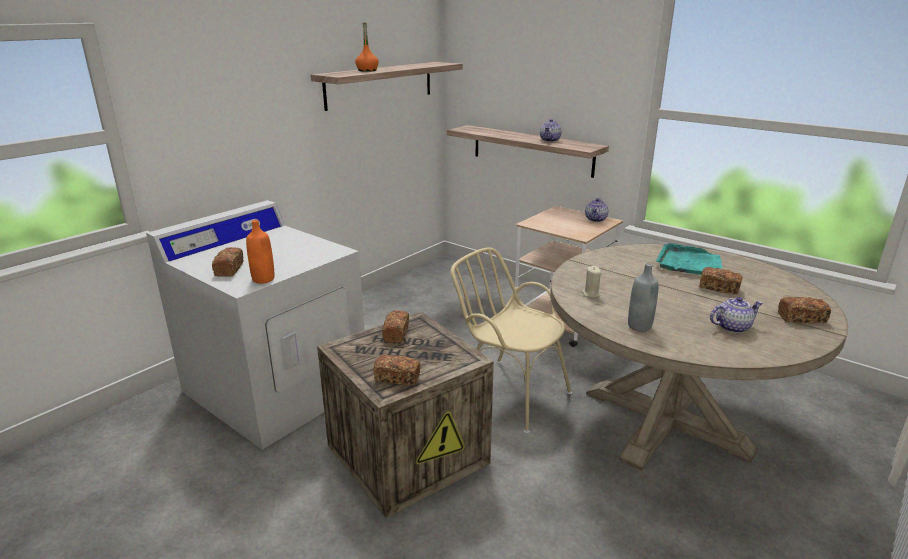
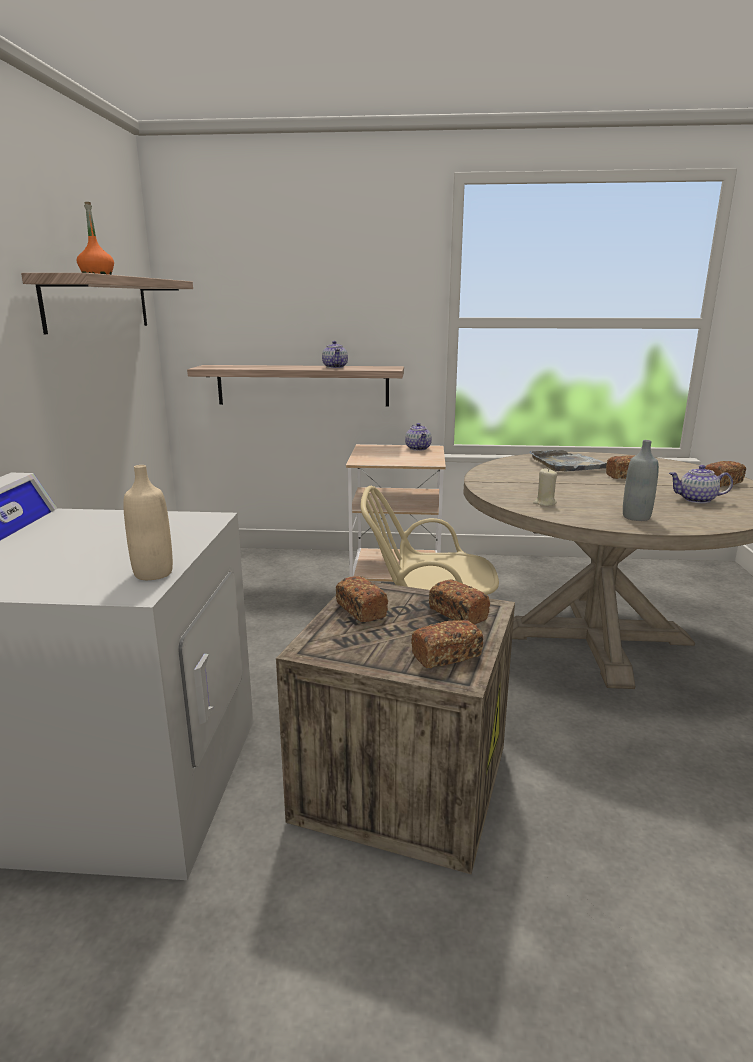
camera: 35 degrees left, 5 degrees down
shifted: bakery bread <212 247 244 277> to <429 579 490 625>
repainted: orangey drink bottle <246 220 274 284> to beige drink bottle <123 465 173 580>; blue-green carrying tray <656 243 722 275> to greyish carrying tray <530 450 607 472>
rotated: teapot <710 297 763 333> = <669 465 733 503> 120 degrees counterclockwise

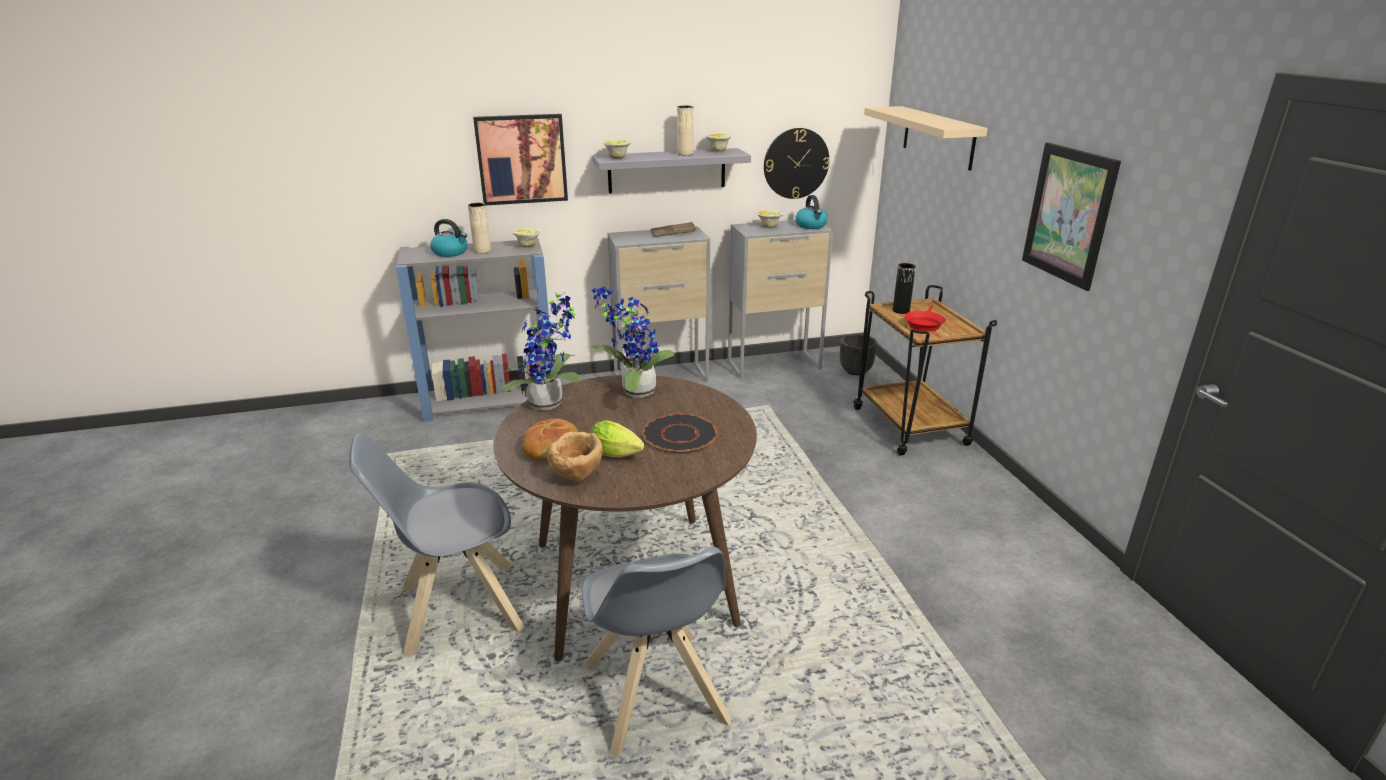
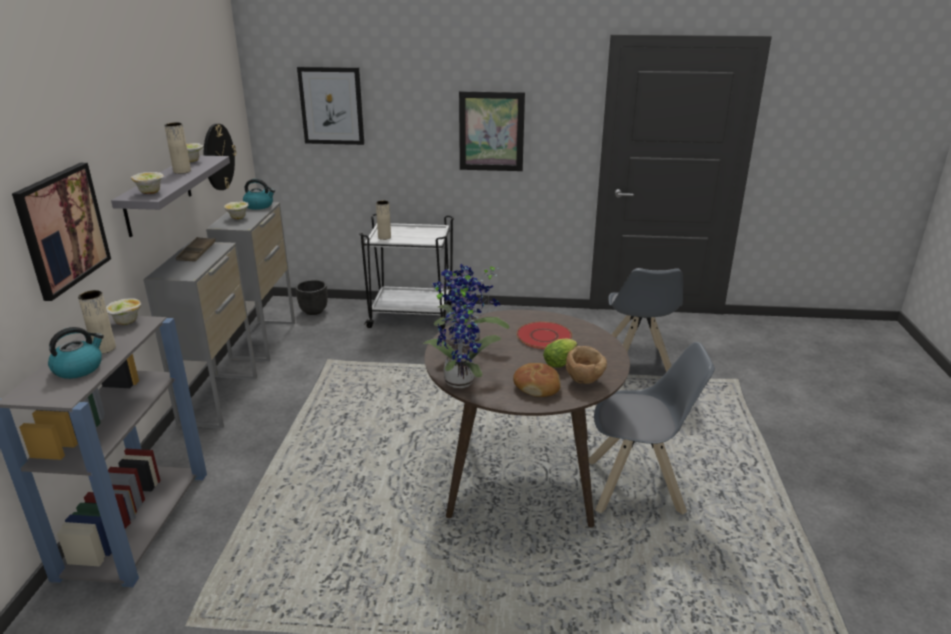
camera: 70 degrees left, 0 degrees up
gone: red skillet <905 306 946 332>
shifted: greyish upright chair <349 433 525 657> to <608 268 683 372>
swapped: beige bracket shelf <864 106 988 171> to picture <297 67 364 145>
repainted: brown wheeled cart <853 285 997 455> to white-coloured wheeled cart <359 213 454 330>; blackish decorative vase <893 263 916 314> to beige decorative vase <376 200 391 240>; blackish flat dish <643 414 718 453> to red flat dish <517 321 572 349>

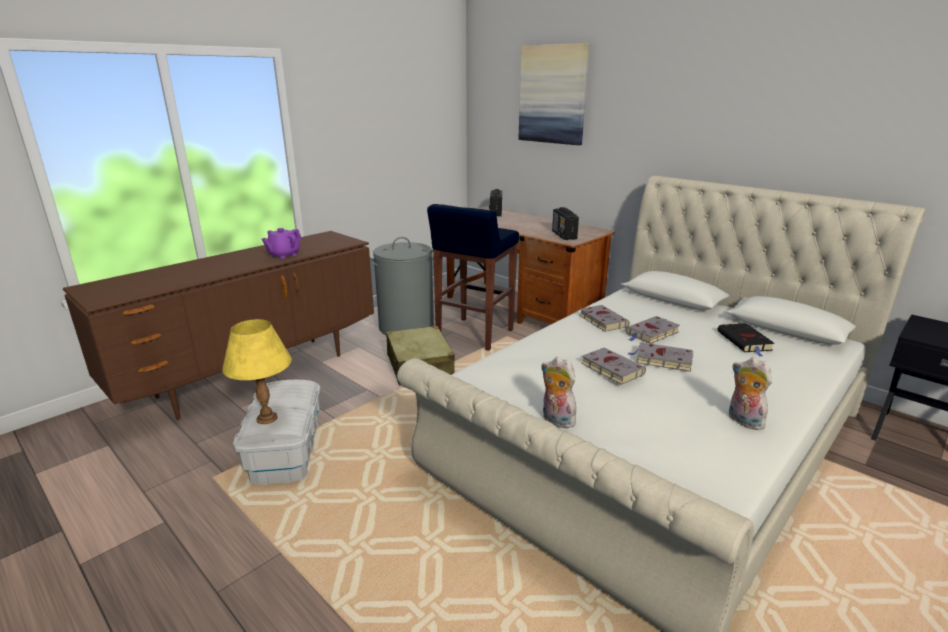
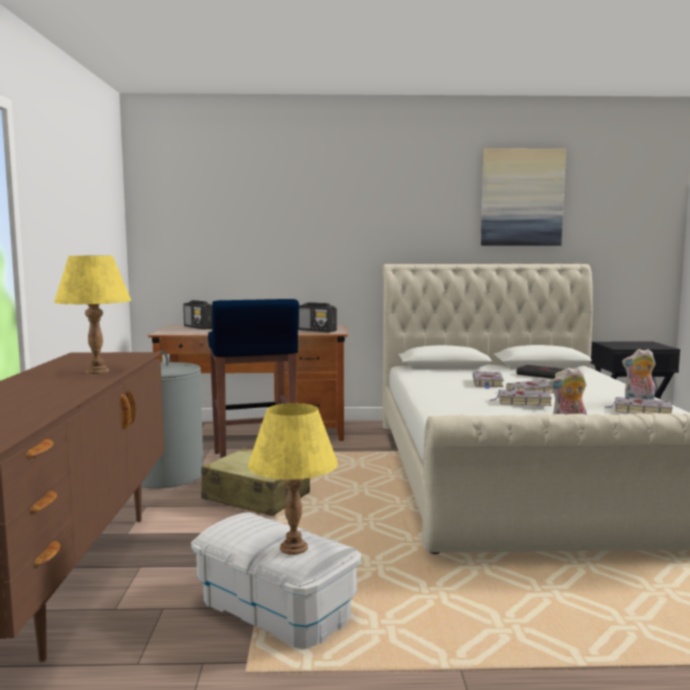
camera: 45 degrees left, 15 degrees down
shifted: picture <518 43 589 145> to <481 148 566 246>; greyish book <579 305 630 332> to <604 397 673 414>
swapped: purplish teapot <262 228 302 259> to yellow-coloured tabletop lamp <54 255 131 374>

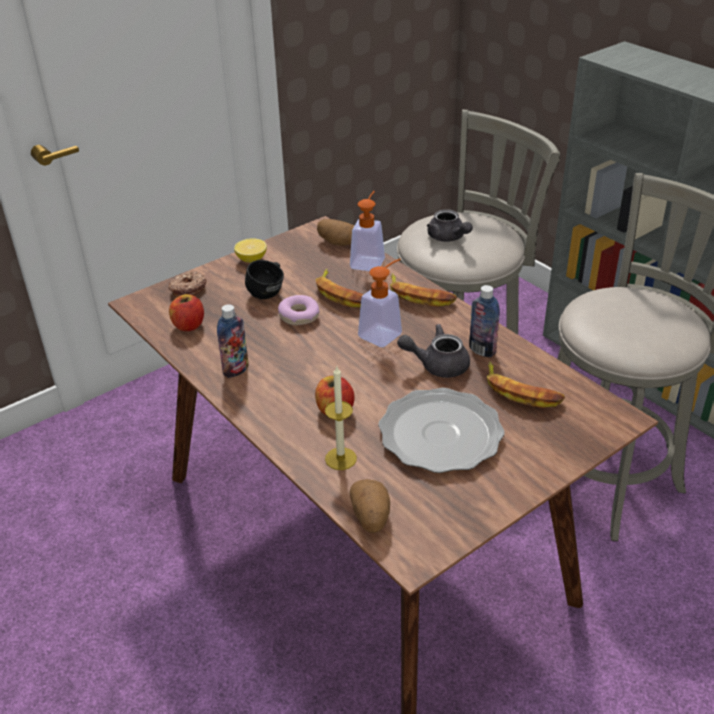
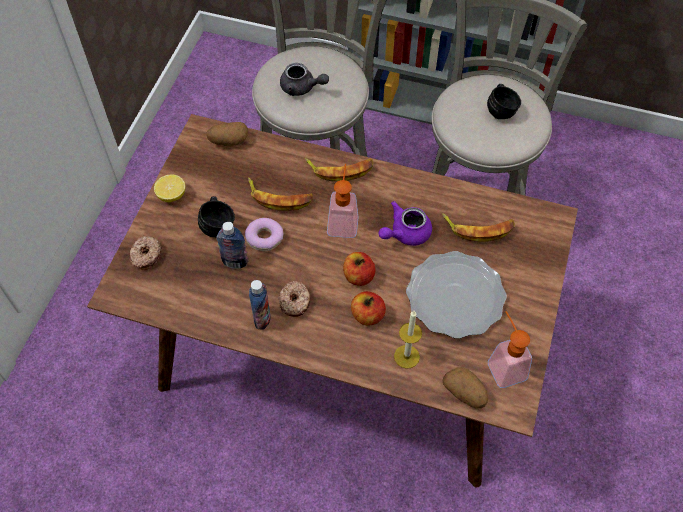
camera: 35 degrees left, 20 degrees up
new: ring doughnut <278 281 310 317>; blackish tea mug <487 84 521 119>
shifted: drink bottle <469 285 500 357> to <216 222 249 269>; whole apple <169 294 204 331> to <343 252 376 286>; soap bottle <350 191 385 271> to <488 311 532 388>
repainted: greyish teapot <397 324 470 378> to purplish teapot <379 201 432 246>

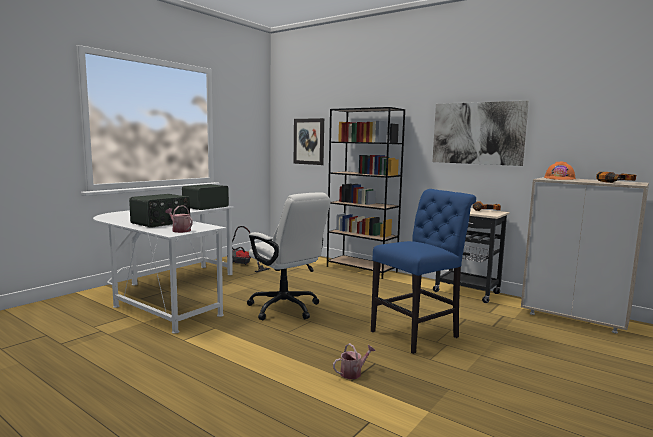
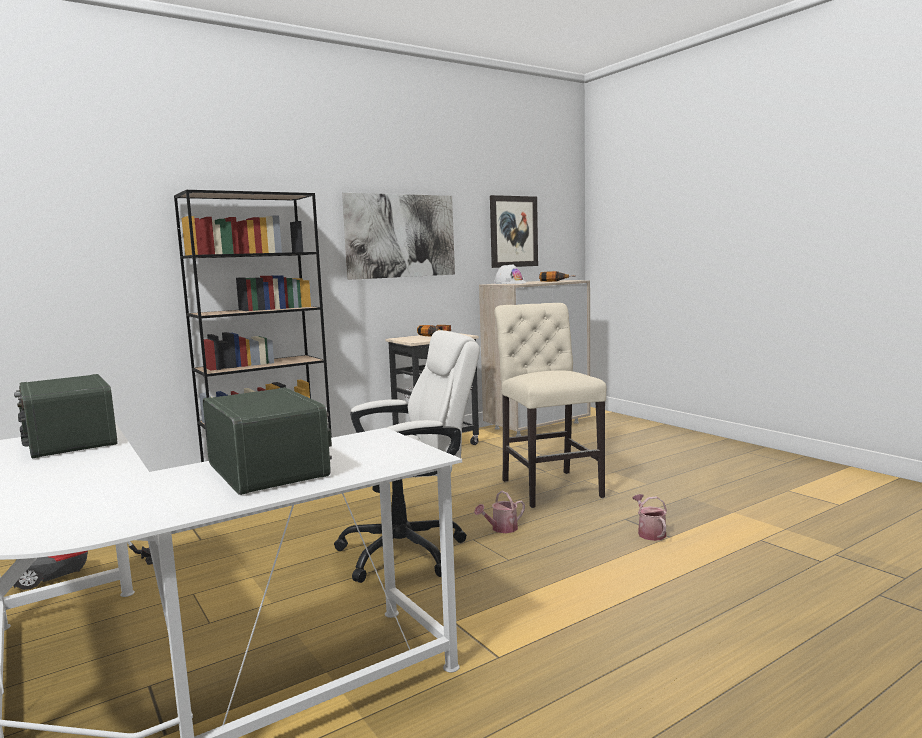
camera: 70 degrees left, 0 degrees up
shifted: sprinkling can <165 205 193 233> to <474 491 525 533>; picture <294 118 324 165> to <490 195 538 268>
repainted: orangey safety helmet <544 162 576 180> to white-coloured safety helmet <494 265 526 284>; bluish stool <371 189 476 354> to beige stool <494 303 606 508>

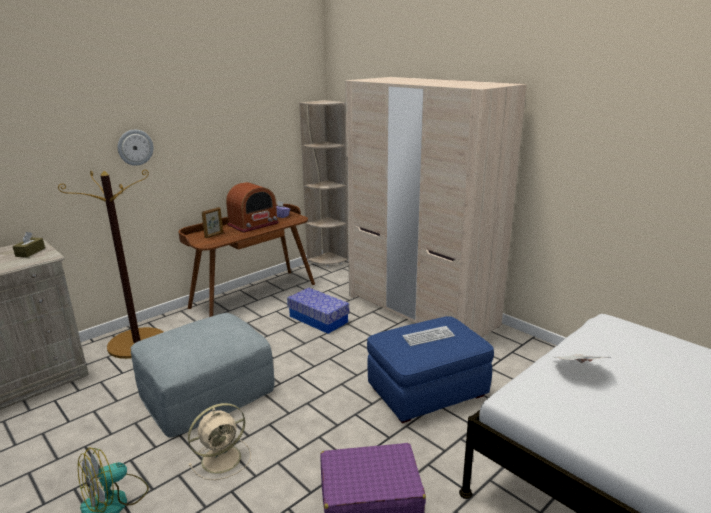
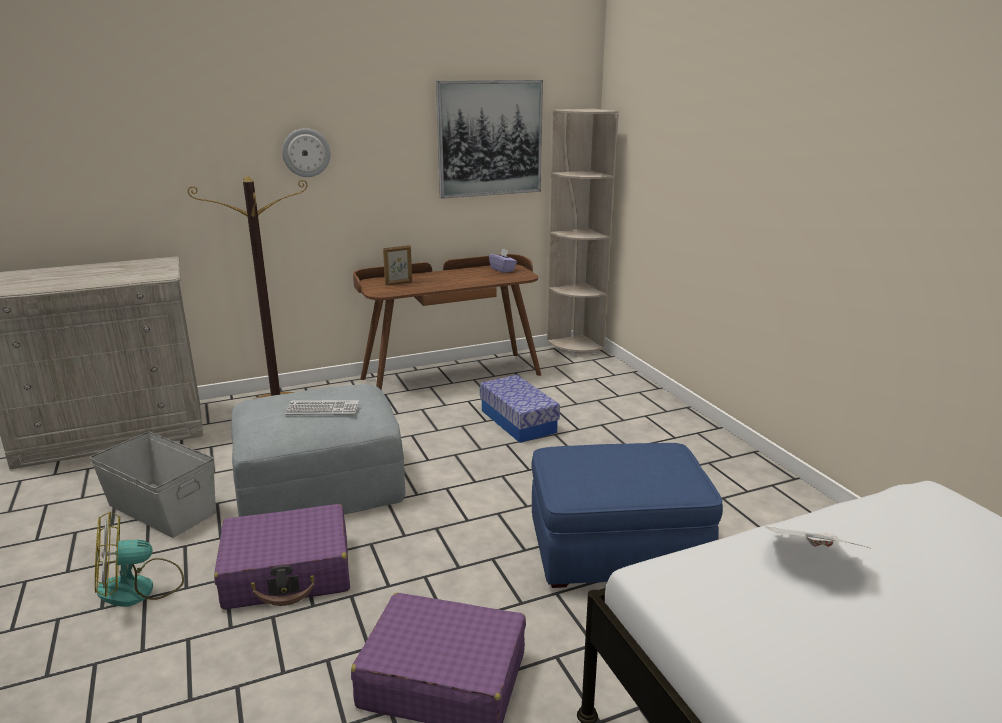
camera: 20 degrees right, 0 degrees up
gone: brown tissue box <13 232 45 257>; radio <226 182 279 233>; beige wardrobe <345 77 527 337>
new: greyish storage box <90 432 216 538>; picture <436 80 543 199>
shifted: computer keyboard <402 326 455 346> to <285 400 359 415>
swapped: beige fan <188 403 251 480> to purplish piece of luggage <214 504 350 610>

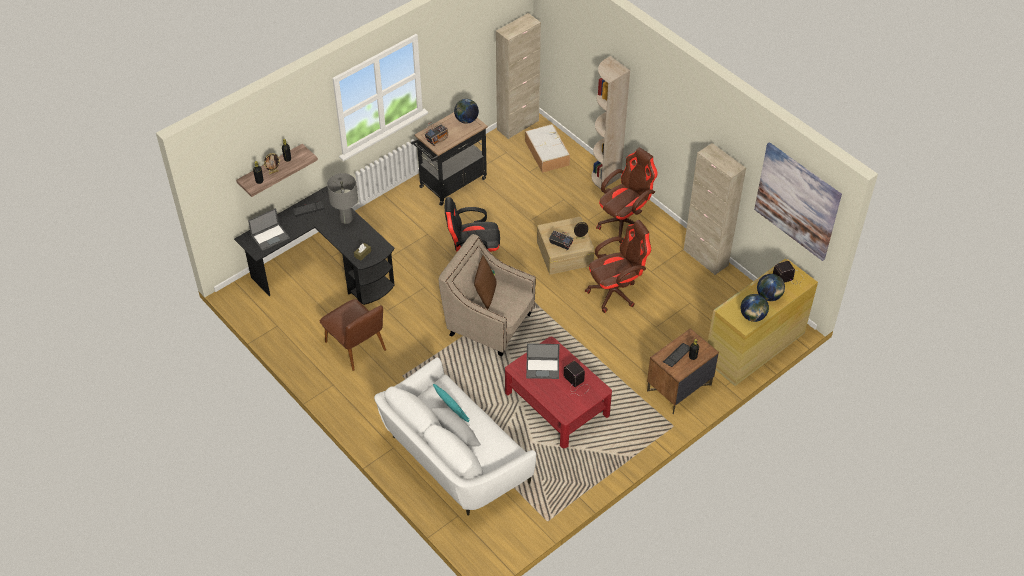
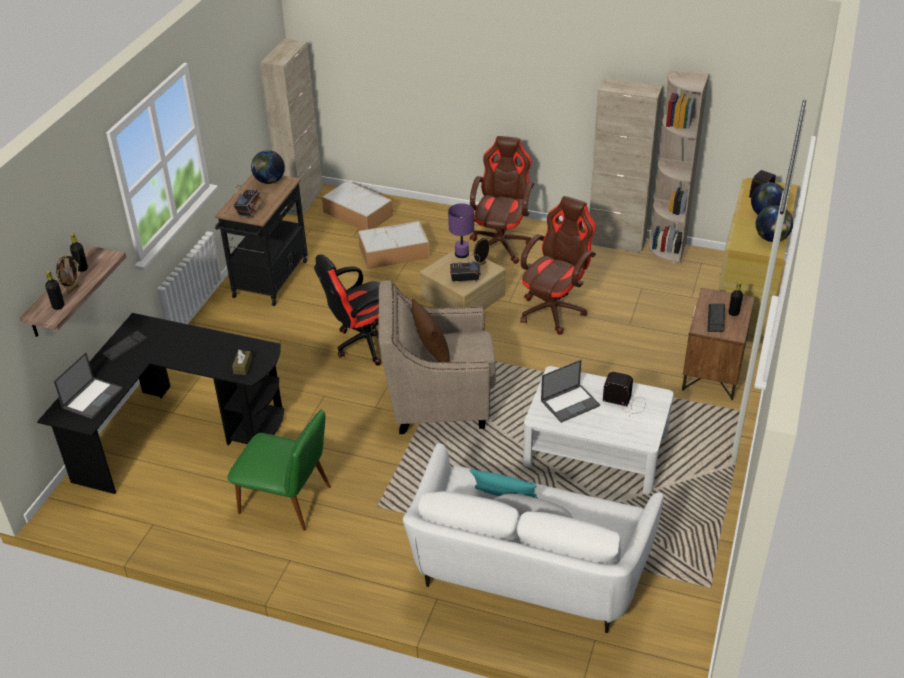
camera: 30 degrees left, 10 degrees down
gone: greyish tabletop lamp <327 173 358 224>; picture <754 142 842 261>
new: storage box <358 221 430 269>; purplish tabletop lamp <448 203 474 258>
shifted: beige shelving unit <592 56 630 189> to <649 69 709 263>
repainted: brown upright chair <320 299 386 371> to green-coloured upright chair <227 409 331 531>; red low table <505 337 612 448> to white-coloured low table <523 366 673 494>

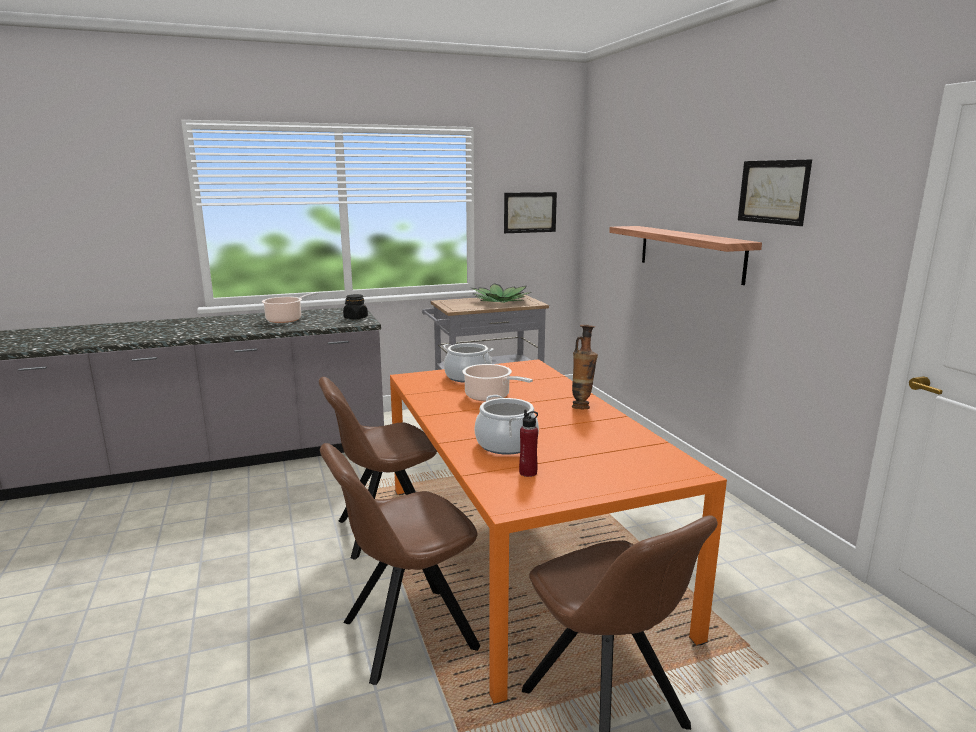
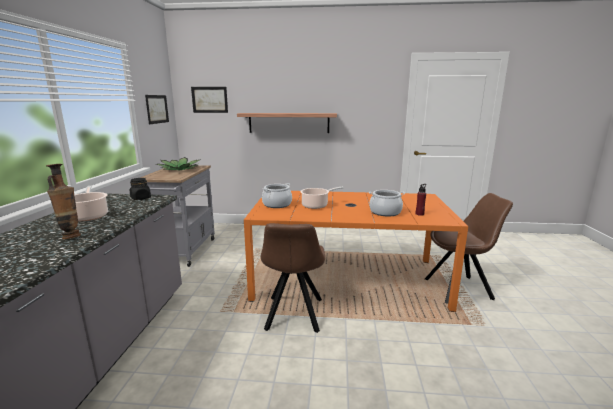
camera: 65 degrees left, 0 degrees up
gone: brown upright chair <320 443 480 685>
shifted: decorative vase <572 325 598 409> to <46 164 81 239>; picture <738 159 812 226> to <191 87 228 113>

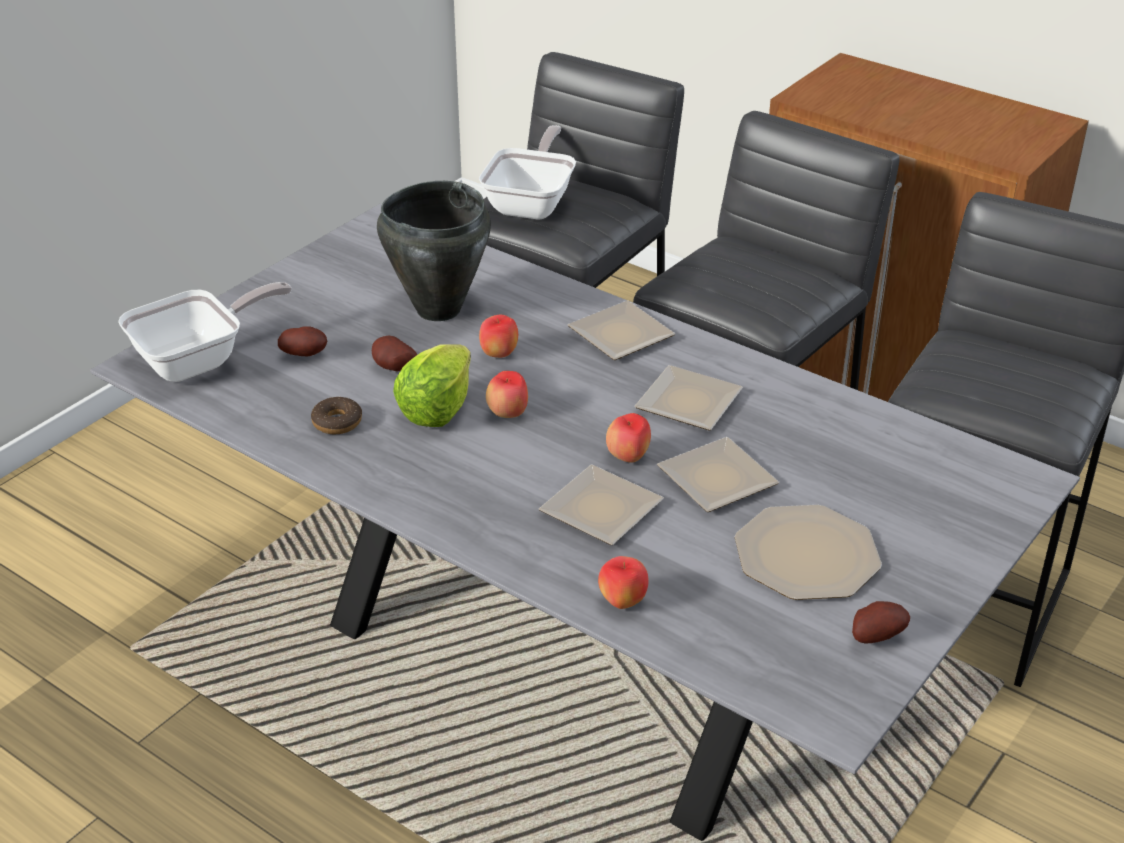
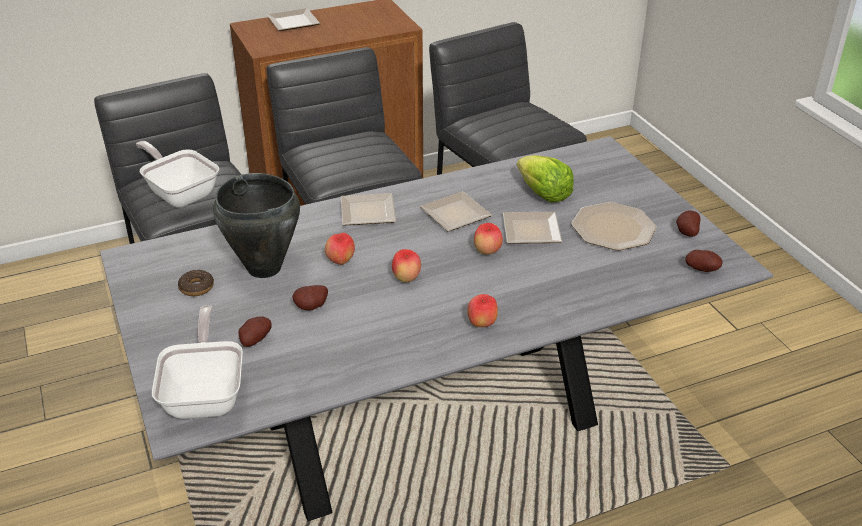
camera: 60 degrees left, 0 degrees up
new: whole potato <685 250 723 272>
shifted: ring doughnut <311 397 362 434> to <178 270 214 296>; flat dish <539 465 664 545> to <267 8 320 31>; whole apple <598 556 648 609> to <467 294 498 327>; lettuce <393 344 471 427> to <517 155 574 203>

